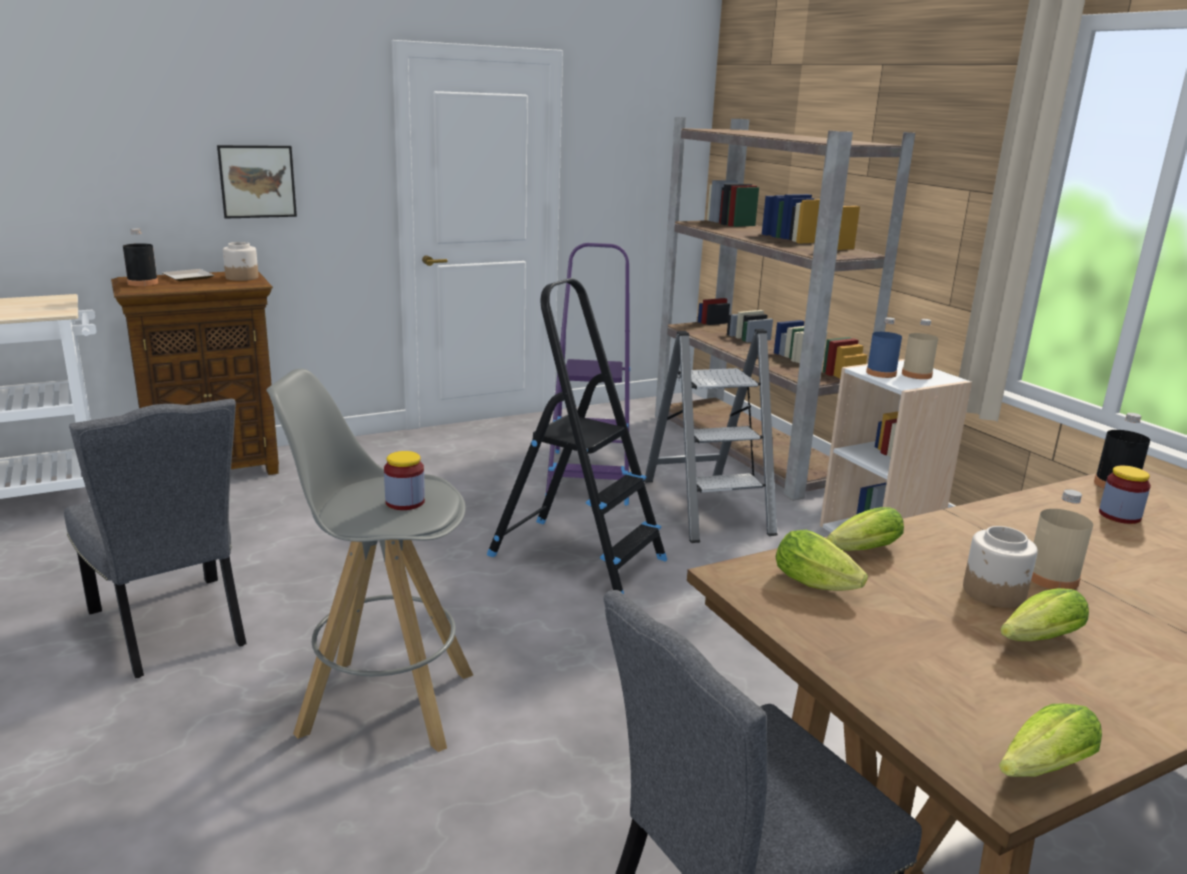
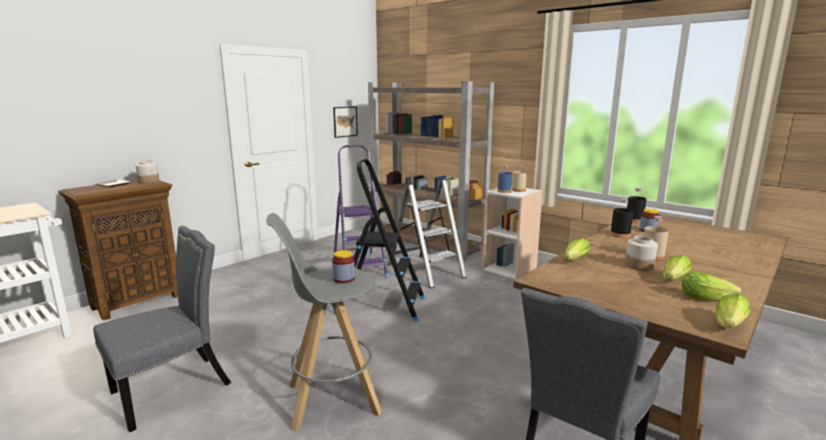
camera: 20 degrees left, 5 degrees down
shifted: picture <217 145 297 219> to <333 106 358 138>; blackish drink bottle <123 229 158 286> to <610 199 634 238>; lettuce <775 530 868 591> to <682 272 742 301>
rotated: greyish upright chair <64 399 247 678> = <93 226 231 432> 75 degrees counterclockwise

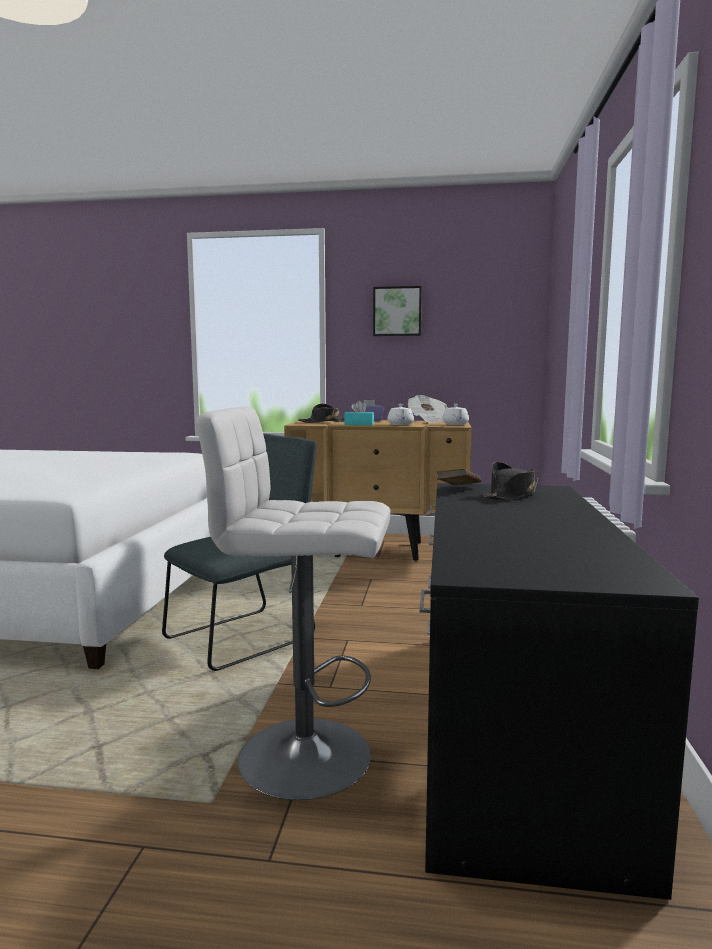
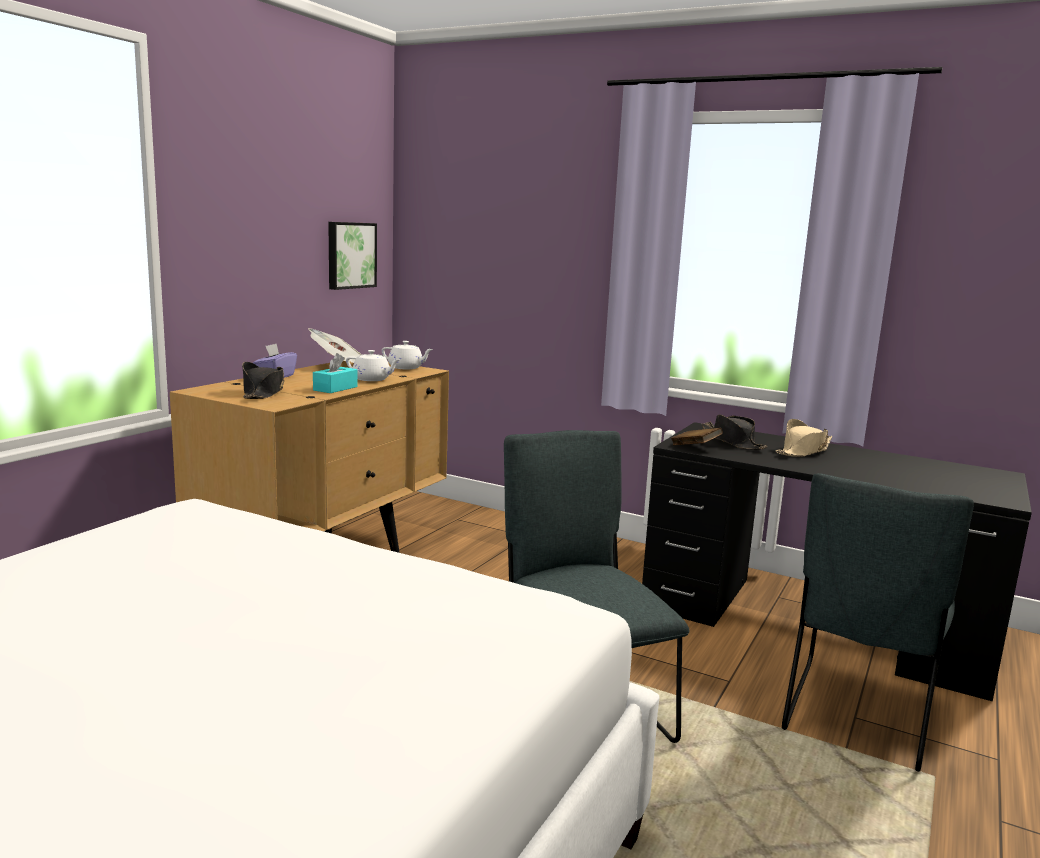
camera: 70 degrees left, 5 degrees up
new: beige hat <776 419 832 457>
shifted: picture <373 286 422 336> to <328 222 377 290>
swapped: white-coloured stool <195 407 390 800> to greyish upright chair <782 473 974 772>

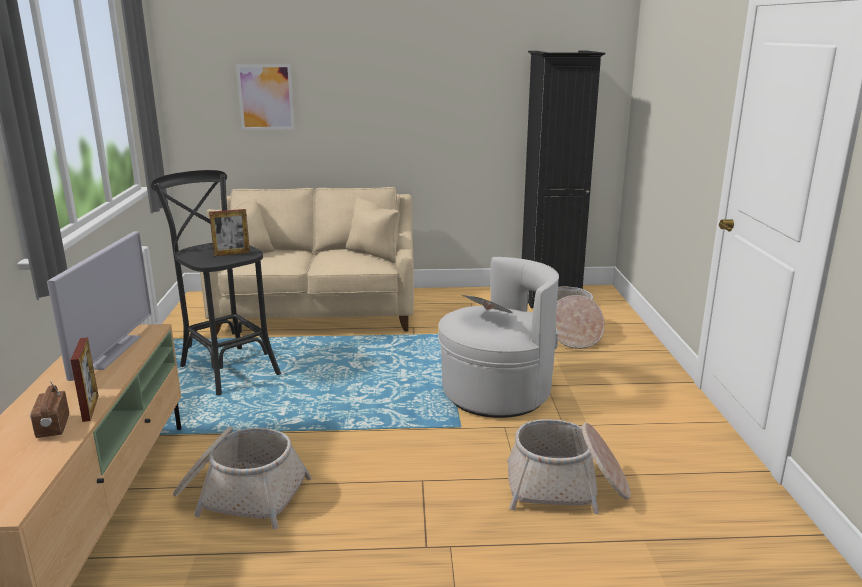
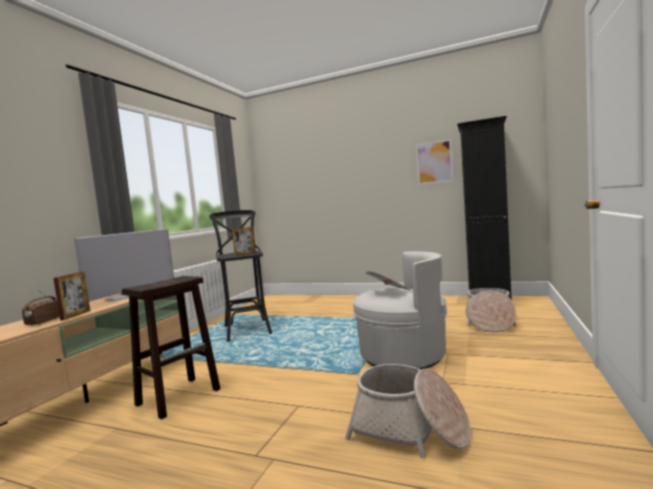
camera: 25 degrees right, 15 degrees down
gone: beige settee <200 187 414 334>
shifted: picture <236 64 295 130> to <415 139 453 185>
swapped: basket <173 426 312 530> to brown stool <122 276 221 420>

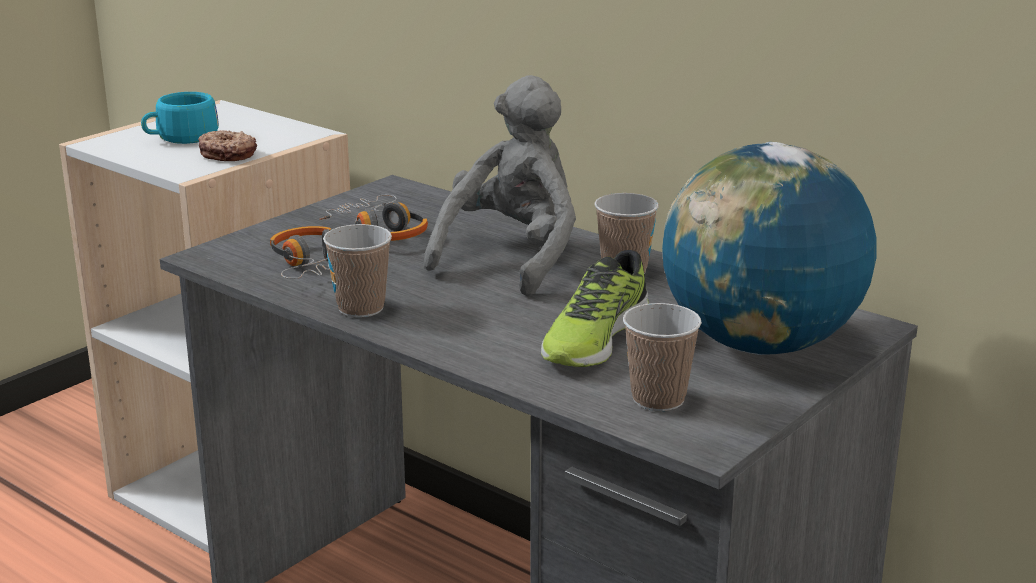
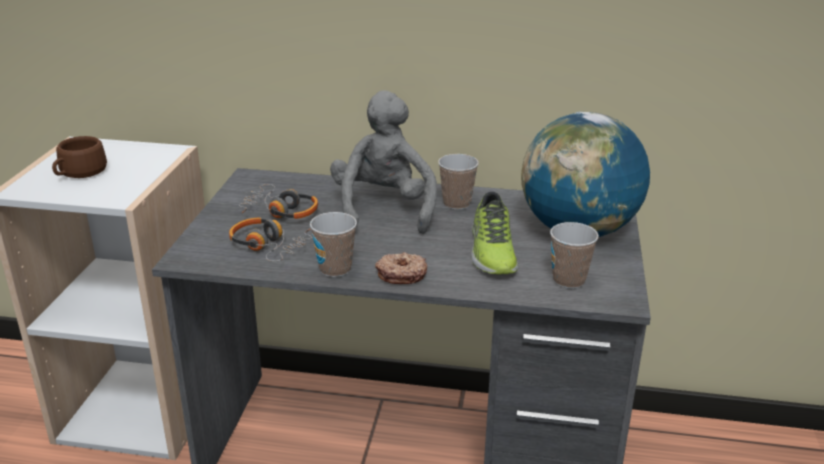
camera: 30 degrees left, 5 degrees up
shifted: ring doughnut <198 130 257 161> to <375 252 427 284>
repainted: blue-green drinking cup <141 92 219 144> to brown drinking cup <52 136 107 178>

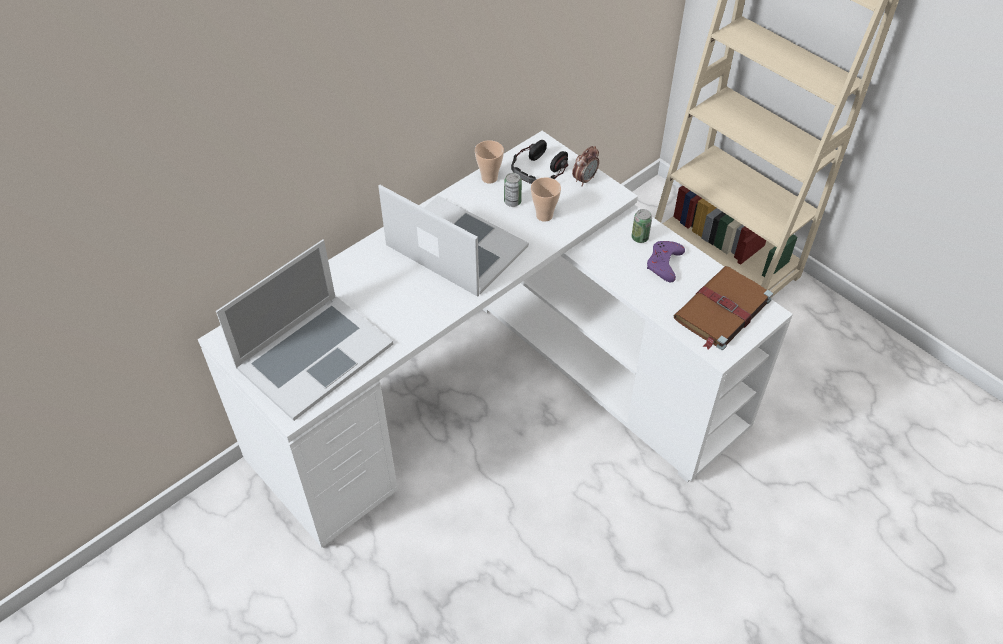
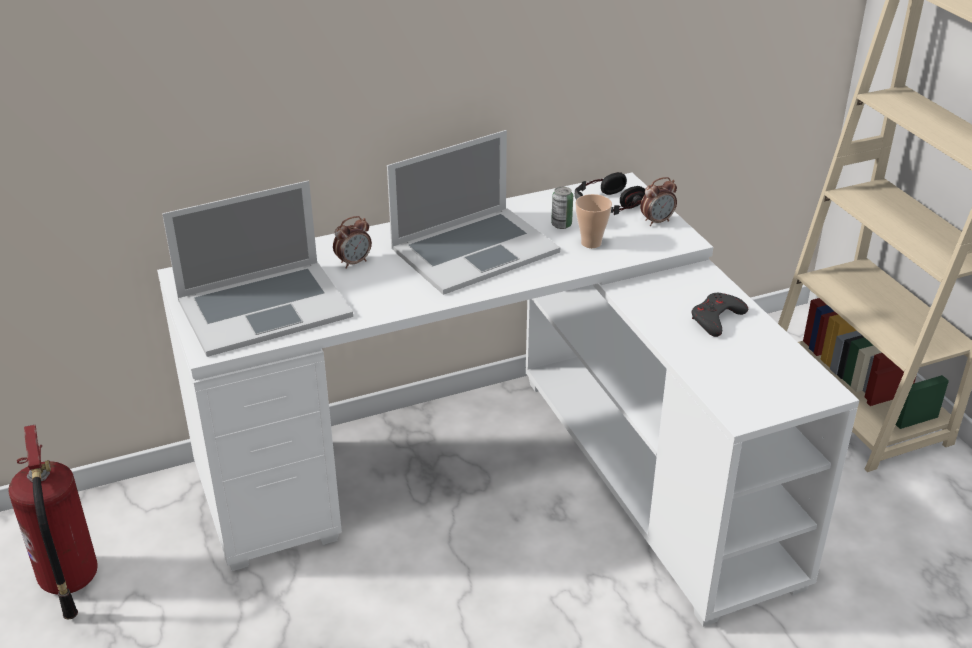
camera: 20 degrees right, 15 degrees down
gone: drinking cup <475 140 504 184>; can <631 209 652 243>; brown book <674 266 773 350>
new: fire-fighting cylinder <8 425 98 619>; alarm clock <333 216 372 269>
repainted: purplish gamepad <647 241 685 282> to greyish gamepad <692 293 748 337>
rotated: notebook computer <378 185 529 296> = <387 130 560 295> 90 degrees clockwise

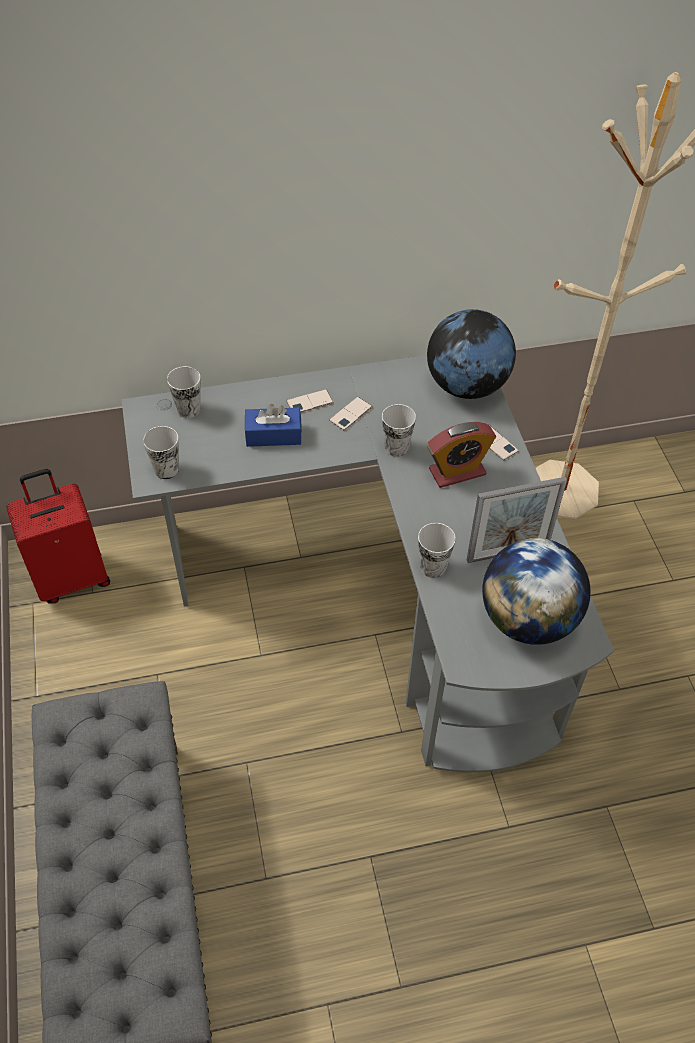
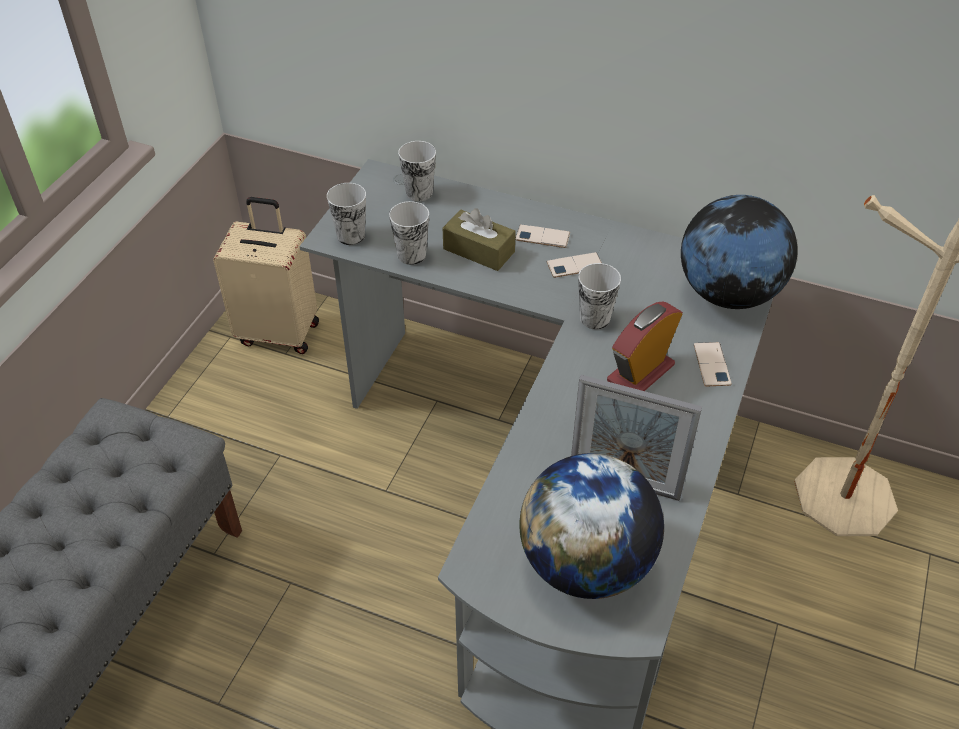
camera: 35 degrees right, 5 degrees down
shifted: drinking cup <418 523 456 578> to <389 201 429 265>
repainted: red piece of luggage <6 469 110 604> to beige piece of luggage <213 197 319 354>; bluish tissue box <245 404 302 447> to brown tissue box <443 209 516 271>
rotated: alarm clock <427 422 496 488> = <607 301 683 391> 120 degrees clockwise

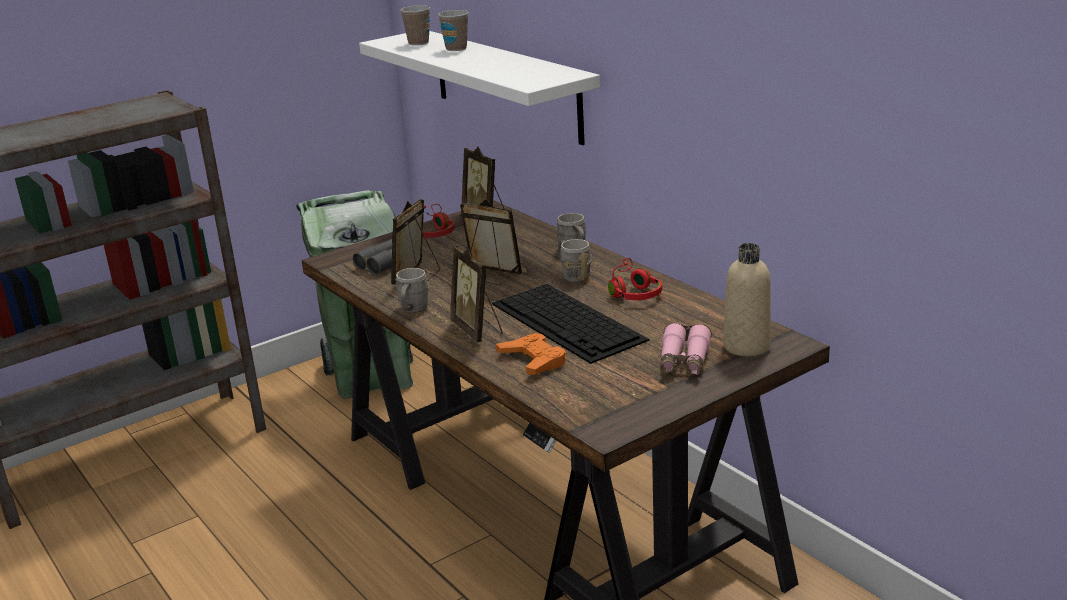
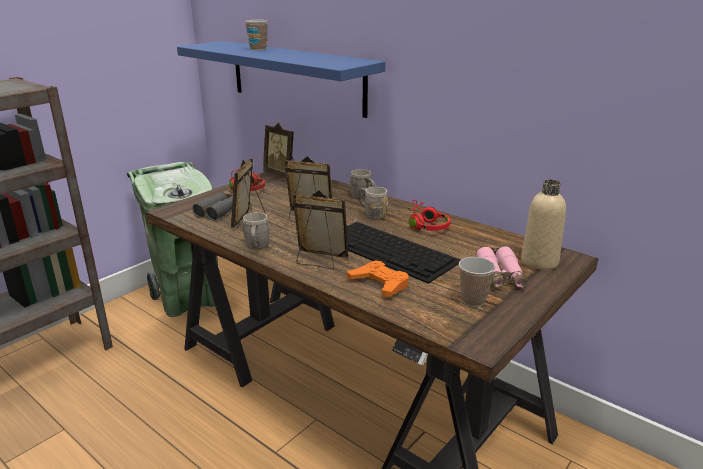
camera: 15 degrees left, 0 degrees up
shifted: drinking cup <400 5 430 46> to <459 257 495 307>
repainted: white-coloured bracket shelf <359 31 600 145> to bluish bracket shelf <177 41 386 118>
rotated: standing frame <450 246 503 342> = <293 190 348 269> 150 degrees clockwise

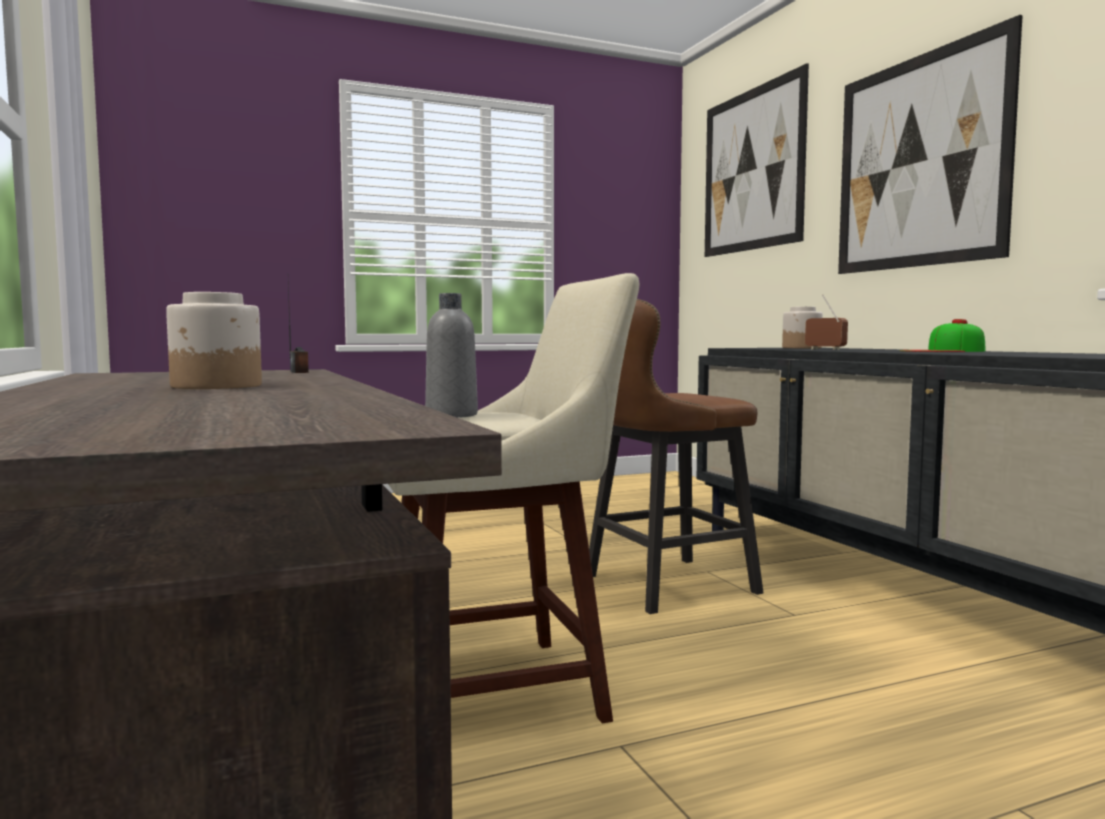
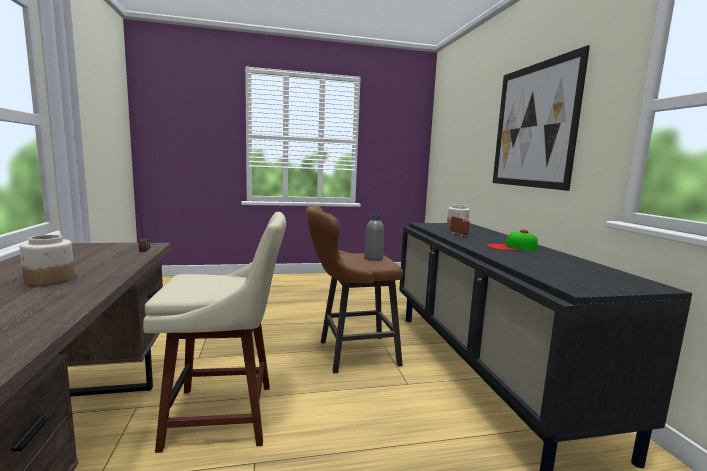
camera: 10 degrees right, 5 degrees up
gone: picture <705 63 809 257>
shifted: greyish drink bottle <425 293 478 418> to <364 214 384 261>

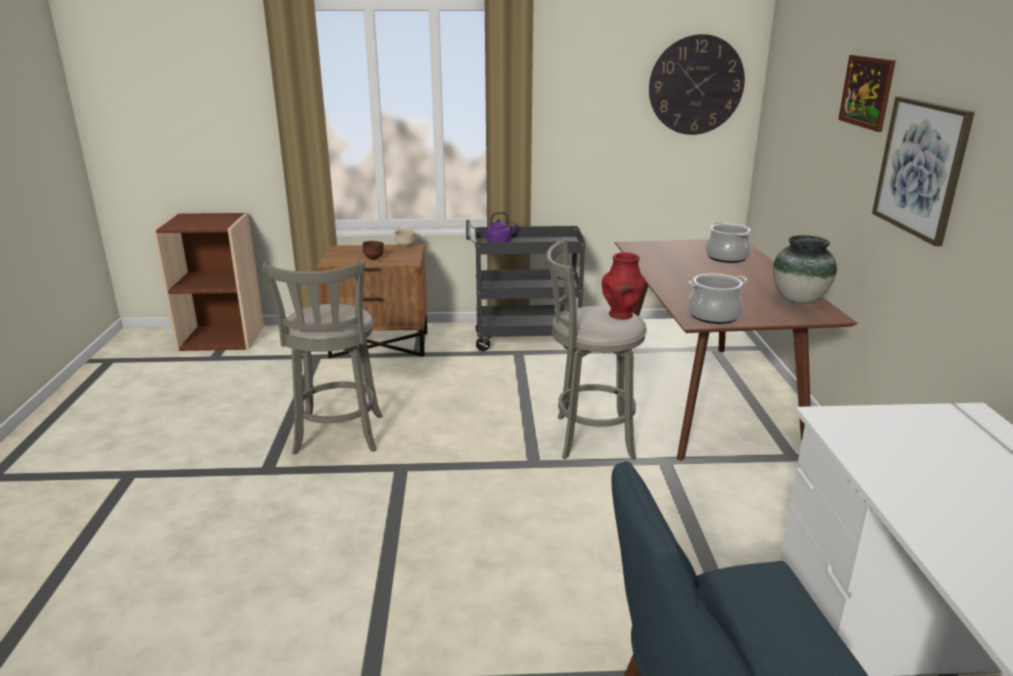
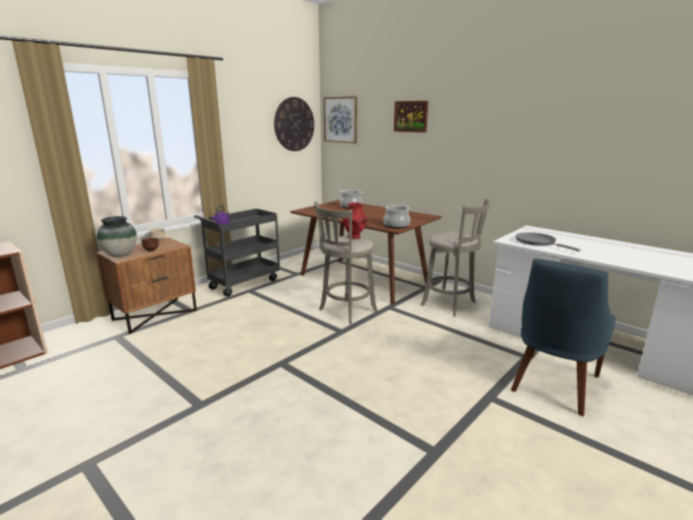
camera: 45 degrees left, 5 degrees down
new: greyish skillet <516 232 581 252>
shifted: decorative vase <773 235 837 304> to <97 216 137 257>; picture <872 96 975 246> to <323 96 357 143>; greyish stool <262 260 382 454> to <421 198 490 316>

